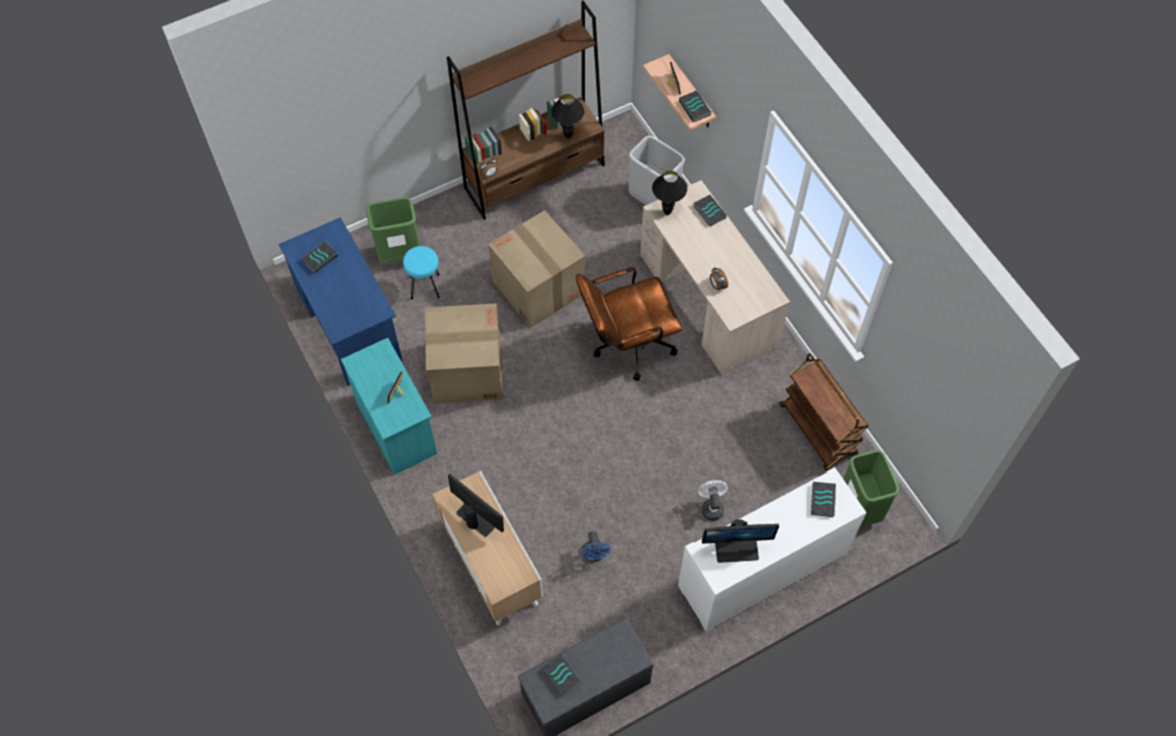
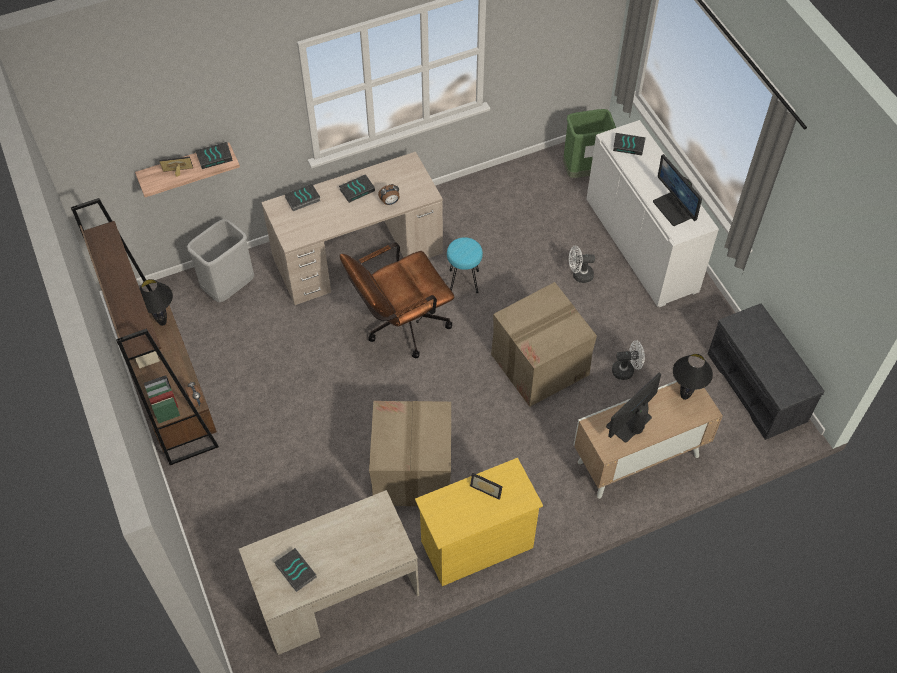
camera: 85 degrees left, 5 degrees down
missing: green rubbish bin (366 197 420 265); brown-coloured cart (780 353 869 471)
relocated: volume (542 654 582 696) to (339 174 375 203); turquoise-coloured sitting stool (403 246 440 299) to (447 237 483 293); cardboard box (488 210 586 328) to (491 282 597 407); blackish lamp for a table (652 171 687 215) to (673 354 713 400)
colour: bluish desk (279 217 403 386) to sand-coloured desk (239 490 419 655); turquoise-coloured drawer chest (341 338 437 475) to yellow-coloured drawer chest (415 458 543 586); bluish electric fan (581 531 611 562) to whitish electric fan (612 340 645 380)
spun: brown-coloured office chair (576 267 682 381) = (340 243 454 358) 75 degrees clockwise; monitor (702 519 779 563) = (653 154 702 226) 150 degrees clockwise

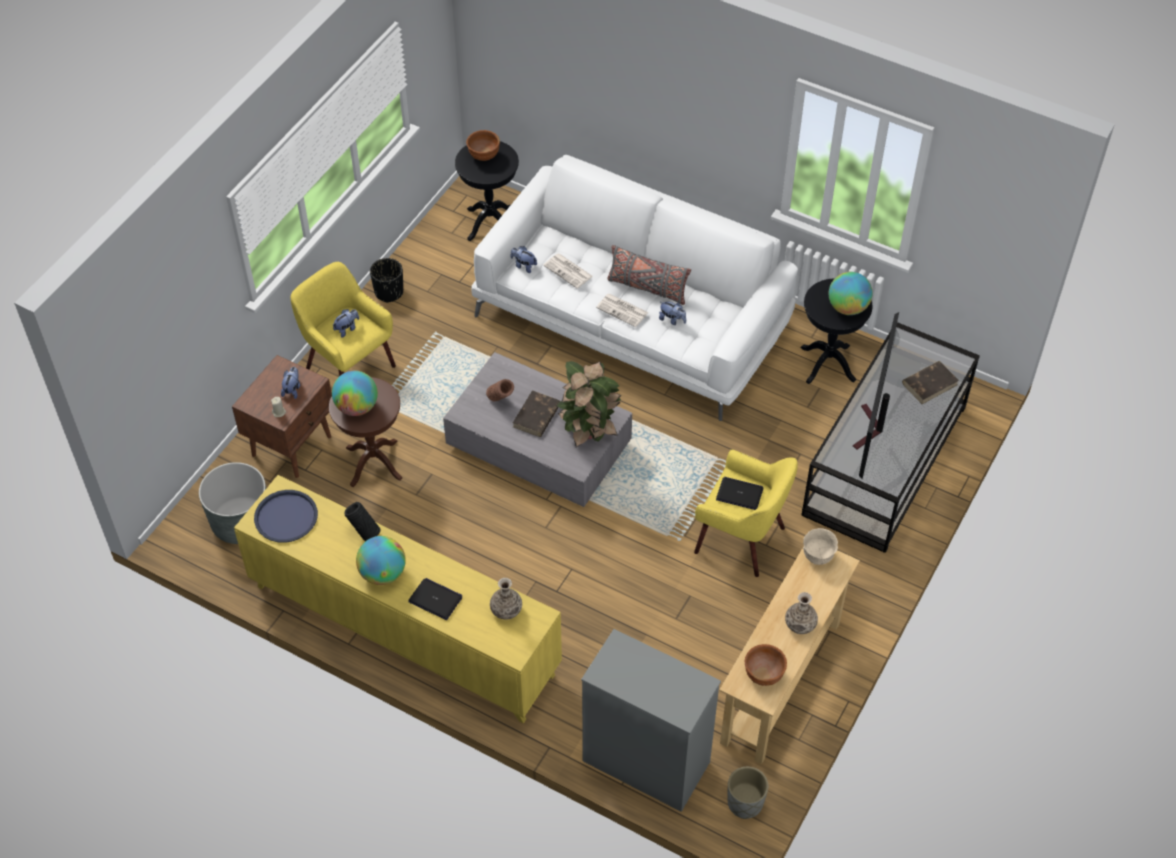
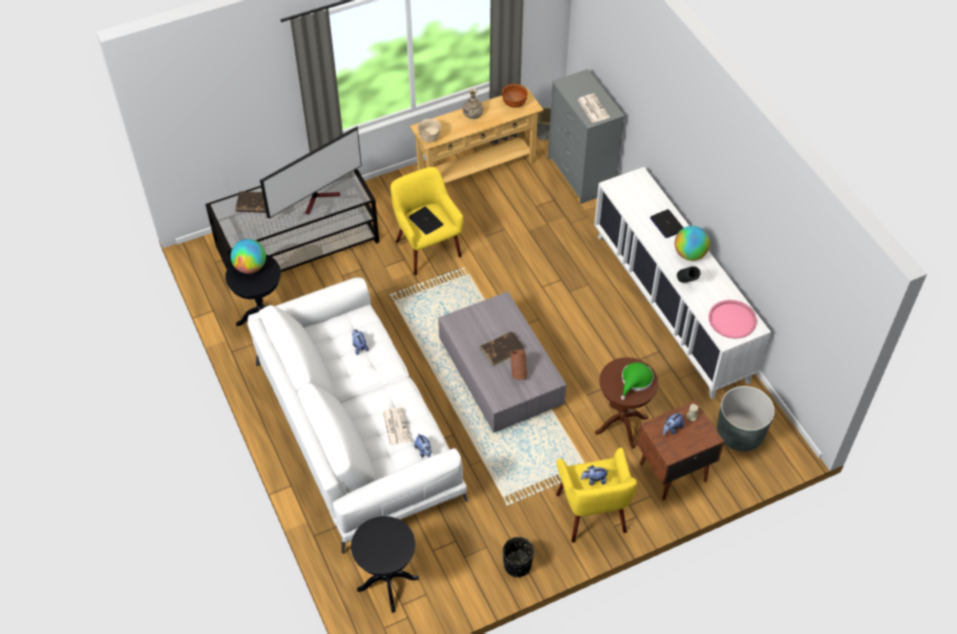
camera: 145 degrees left, 0 degrees up
missing: brown-coloured bowl (466 130 500 161); flower vase (490 578 522 620); potted plant (557 361 622 447); grey cushion (608 245 691 305)
relocated: printed paper (596 293 648 327) to (578 94 610 123)
exchanged: world globe (332 371 378 416) to green clothing hat (621 362 654 400)
colour: yellow-coloured cabinet (234 475 562 723) to whitish cabinet (594 167 771 399); bluish serving tray (254 490 318 543) to pinkish serving tray (708 300 757 339)

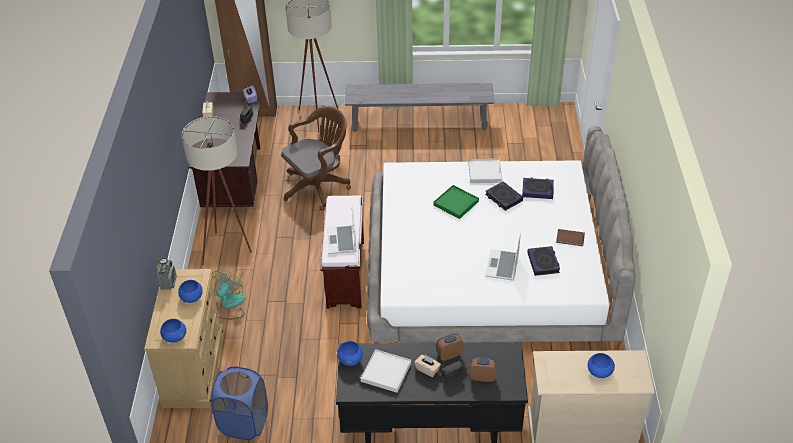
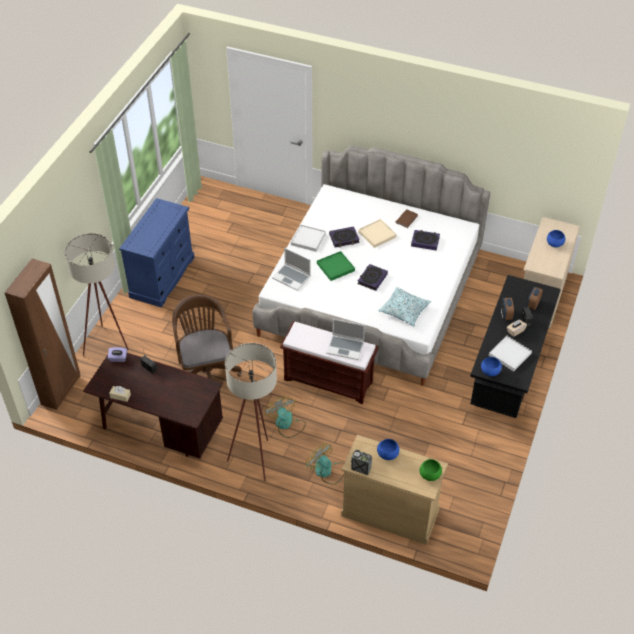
camera: 70 degrees left, 5 degrees up
missing: bluish washing basket (211 366 268 440)
appeared: electric fan (265 396 306 438); sand-coloured serving tray (359 219 397 248); cushion (378 287 431 326)
relocated: portable computer (485 233 521 281) to (272 248 311 291); volume (522 178 554 199) to (357 264 388 291)
exchanged: grey long seat (345 83 494 132) to bluish drawer chest (119 198 195 308)
colour: bluish bowl (160 319 186 343) to green bowl (420 459 442 481)

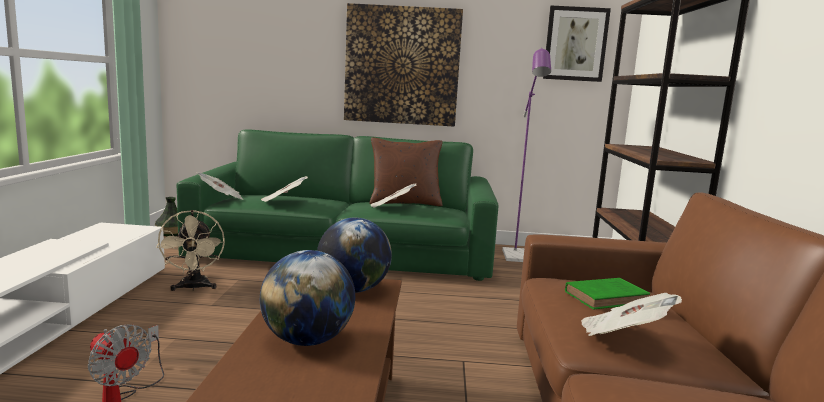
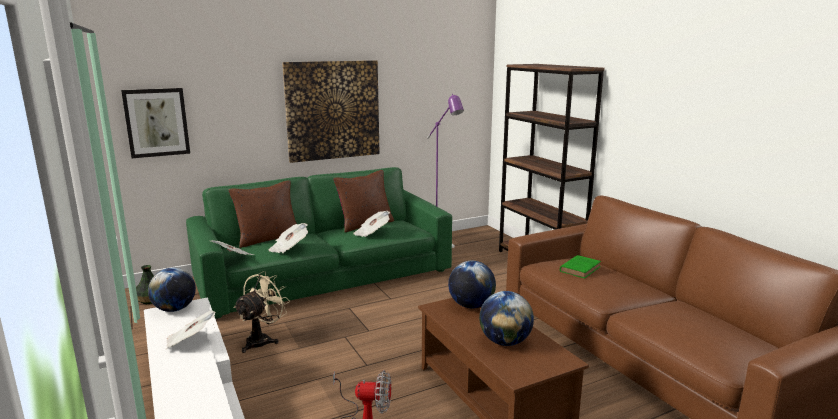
camera: 30 degrees left, 5 degrees up
appeared: world globe (148 268 196 312); brown-coloured cushion (229 180 297 248)
relocated: wall art (543 6 611 82) to (121 88 190 158); printed paper (581 293 682 336) to (166 309 215 349)
spun: sand-coloured electric fan (156 210 225 291) = (233 271 290 353) 105 degrees counterclockwise

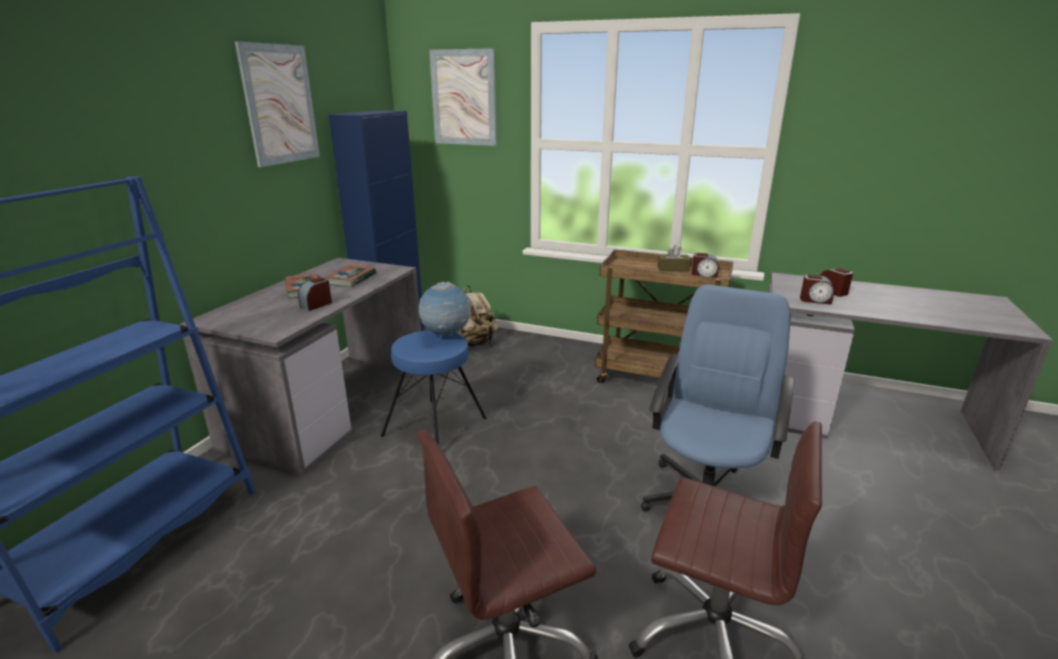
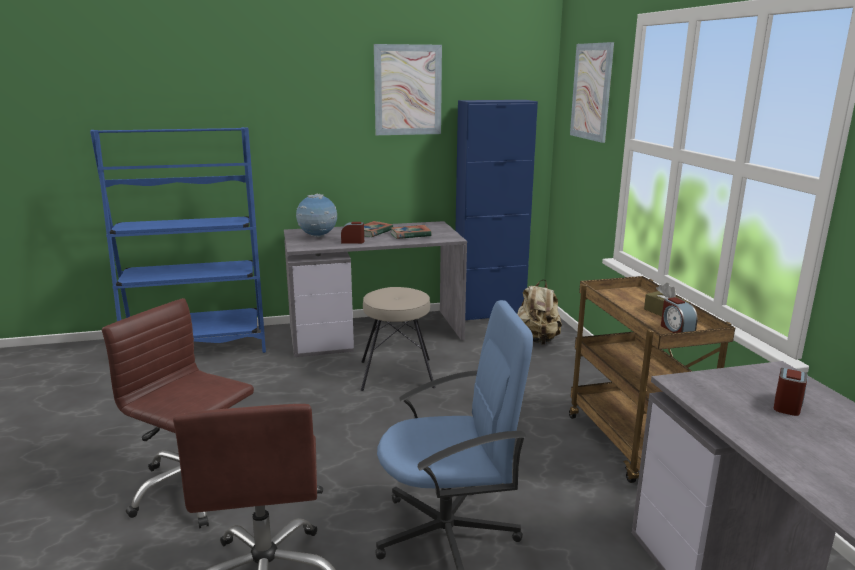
camera: 55 degrees right, 5 degrees down
missing: alarm clock (800 275 834 305)
relocated: world globe (419 282 471 336) to (296 194 337 238)
colour: bluish sitting stool (381 330 487 445) to sand-coloured sitting stool (361 287 435 391)

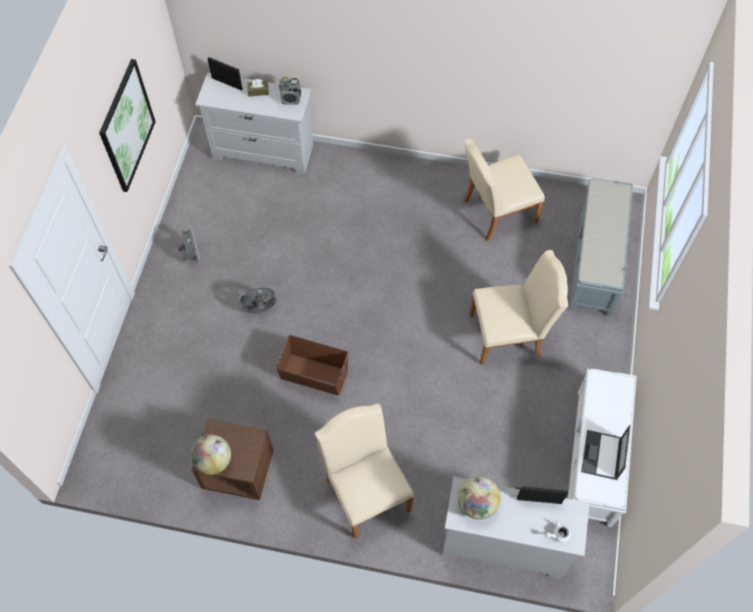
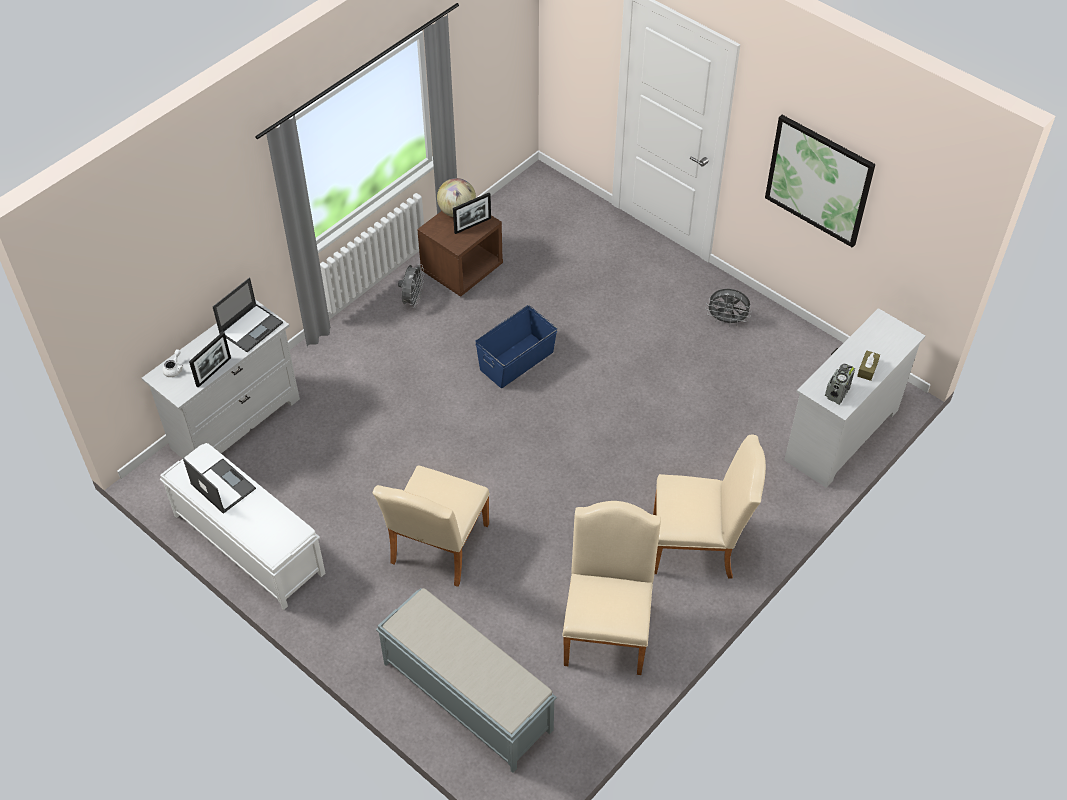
camera: 120 degrees right, 10 degrees down
relocated: grey electric fan (239 285 277 313) to (398 264 424 308); photo frame (207 57 243 91) to (453 193 491 234); sand-coloured upright chair (315 403 414 539) to (653 435 766 579)
exchanged: world globe (458 476 501 520) to portable computer (213 277 283 352)
colour: brown-coloured storage box (276 335 349 395) to bluish storage box (475 305 558 388)

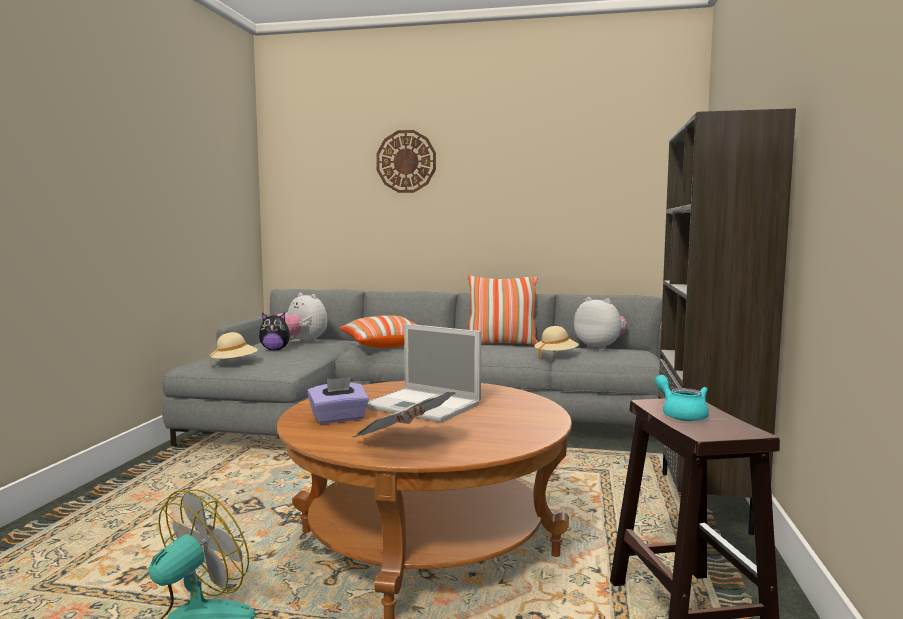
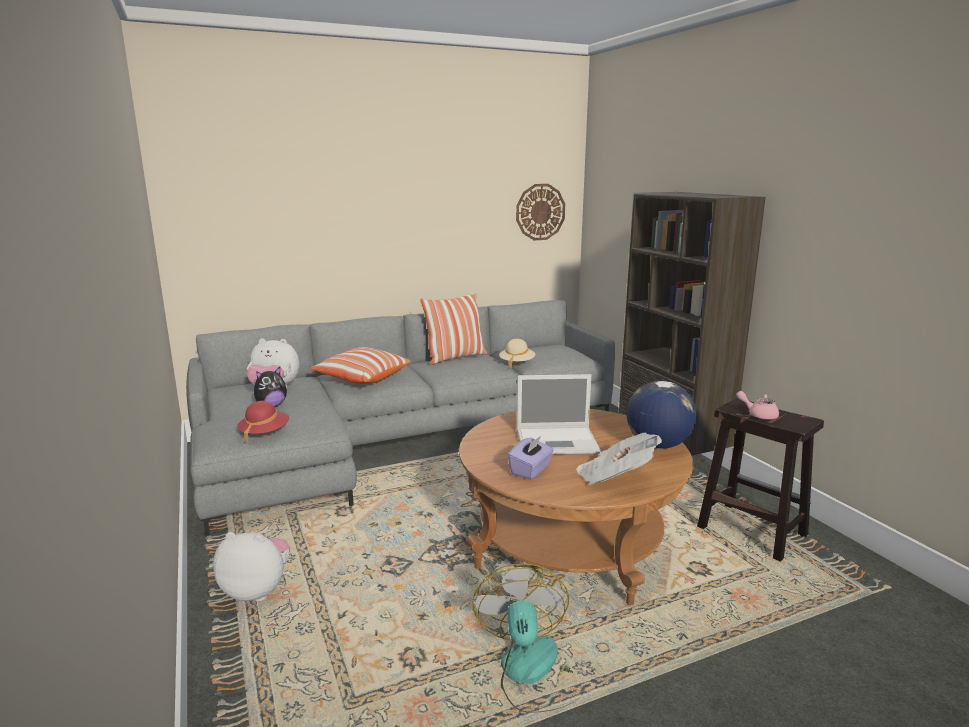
camera: 35 degrees left, 10 degrees up
appeared: world globe (627 381 697 449)
relocated: soft toy (574 297 627 351) to (213 532 290 601); hanging clock (376 130 436 193) to (516 184 565 240)
colour: sand-coloured clothing hat (210 332 258 365) to red-coloured clothing hat (237 401 289 443); turquoise-coloured tea pot (655 375 709 421) to pinkish tea pot (736 391 779 420)

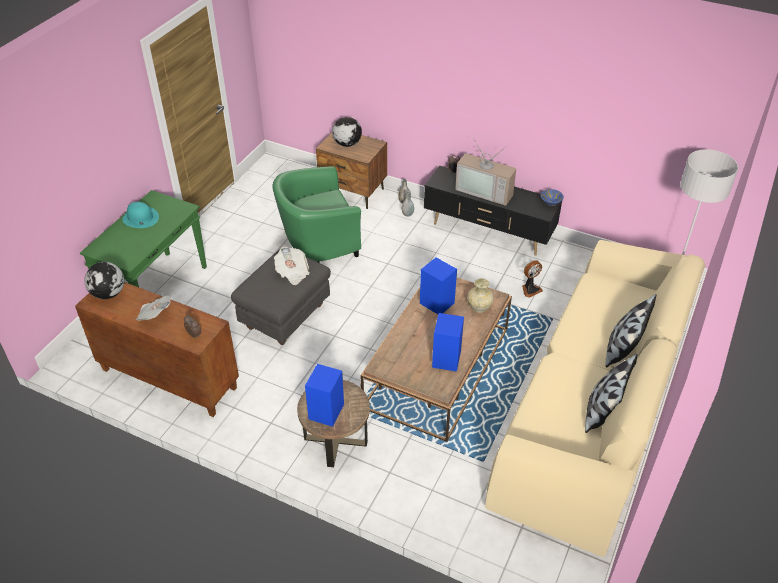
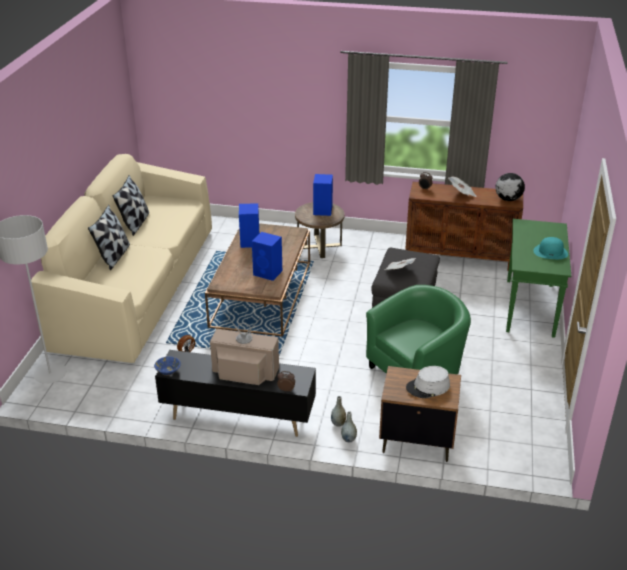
camera: 165 degrees right, 10 degrees down
missing: sand-coloured flower vase (467 279 494 313)
exchanged: world globe (332 117 362 147) to grey clothing hat (406 366 450 398)

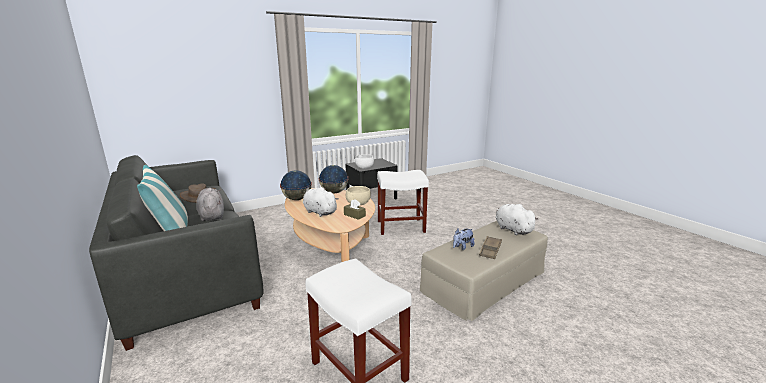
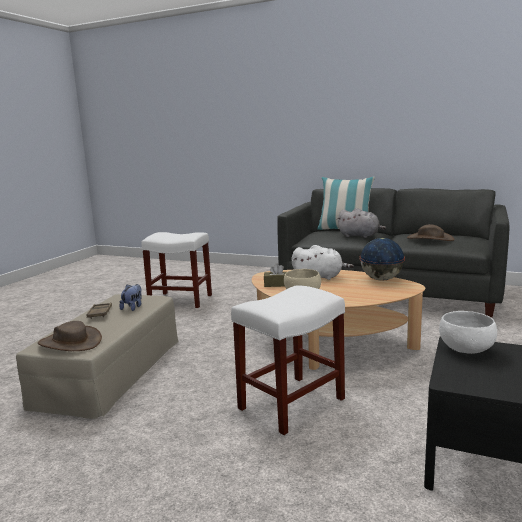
camera: 145 degrees right, 5 degrees down
missing: world globe (319 165 348 194)
exchanged: whitish soft toy (495 204 538 235) to brown-coloured clothing hat (38 321 102 351)

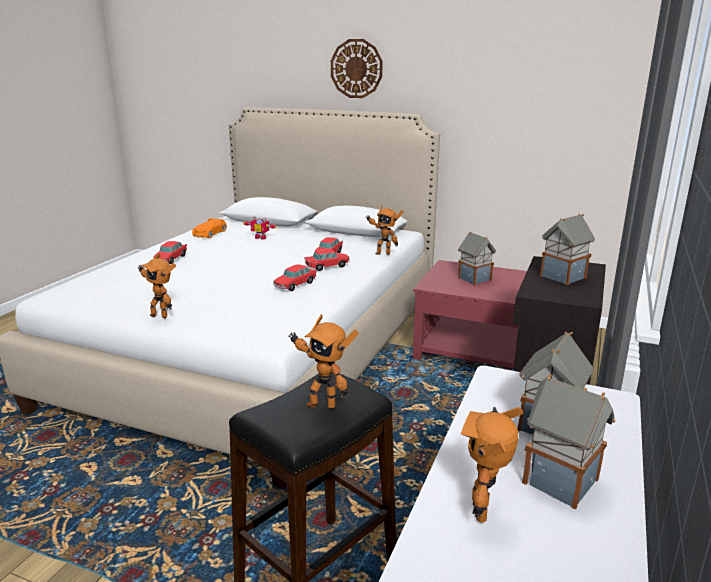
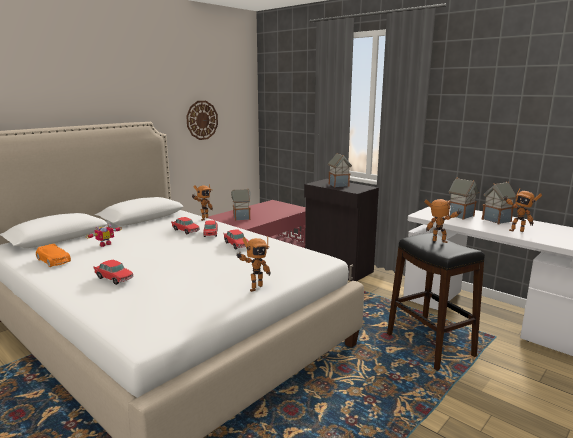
camera: 70 degrees left, 5 degrees down
relocated: hanging clock (331 39 382 98) to (186 101 218 140)
spun: model robot (288 314 359 409) = (424 199 463 243) 105 degrees counterclockwise

